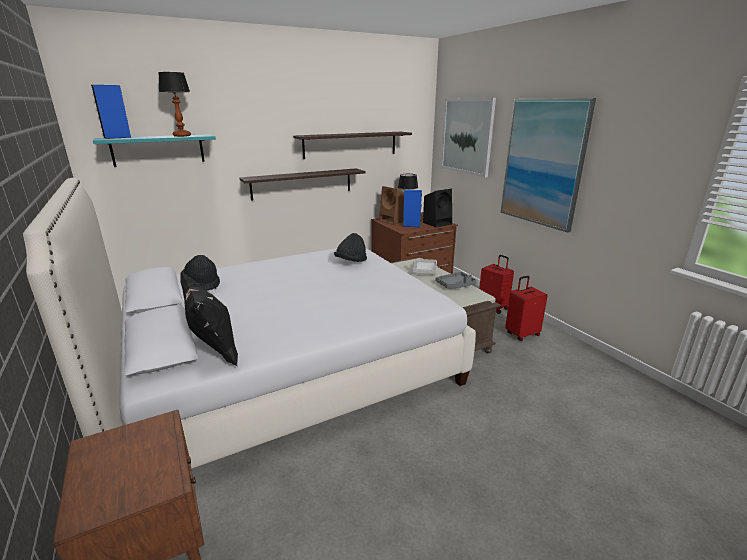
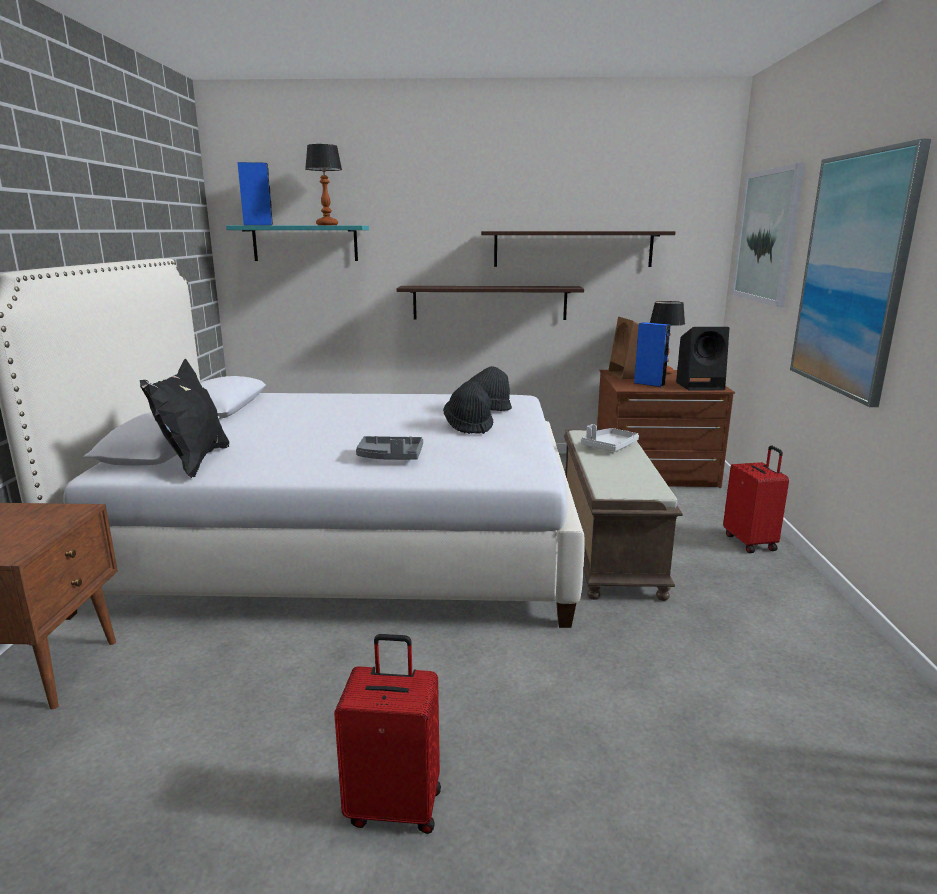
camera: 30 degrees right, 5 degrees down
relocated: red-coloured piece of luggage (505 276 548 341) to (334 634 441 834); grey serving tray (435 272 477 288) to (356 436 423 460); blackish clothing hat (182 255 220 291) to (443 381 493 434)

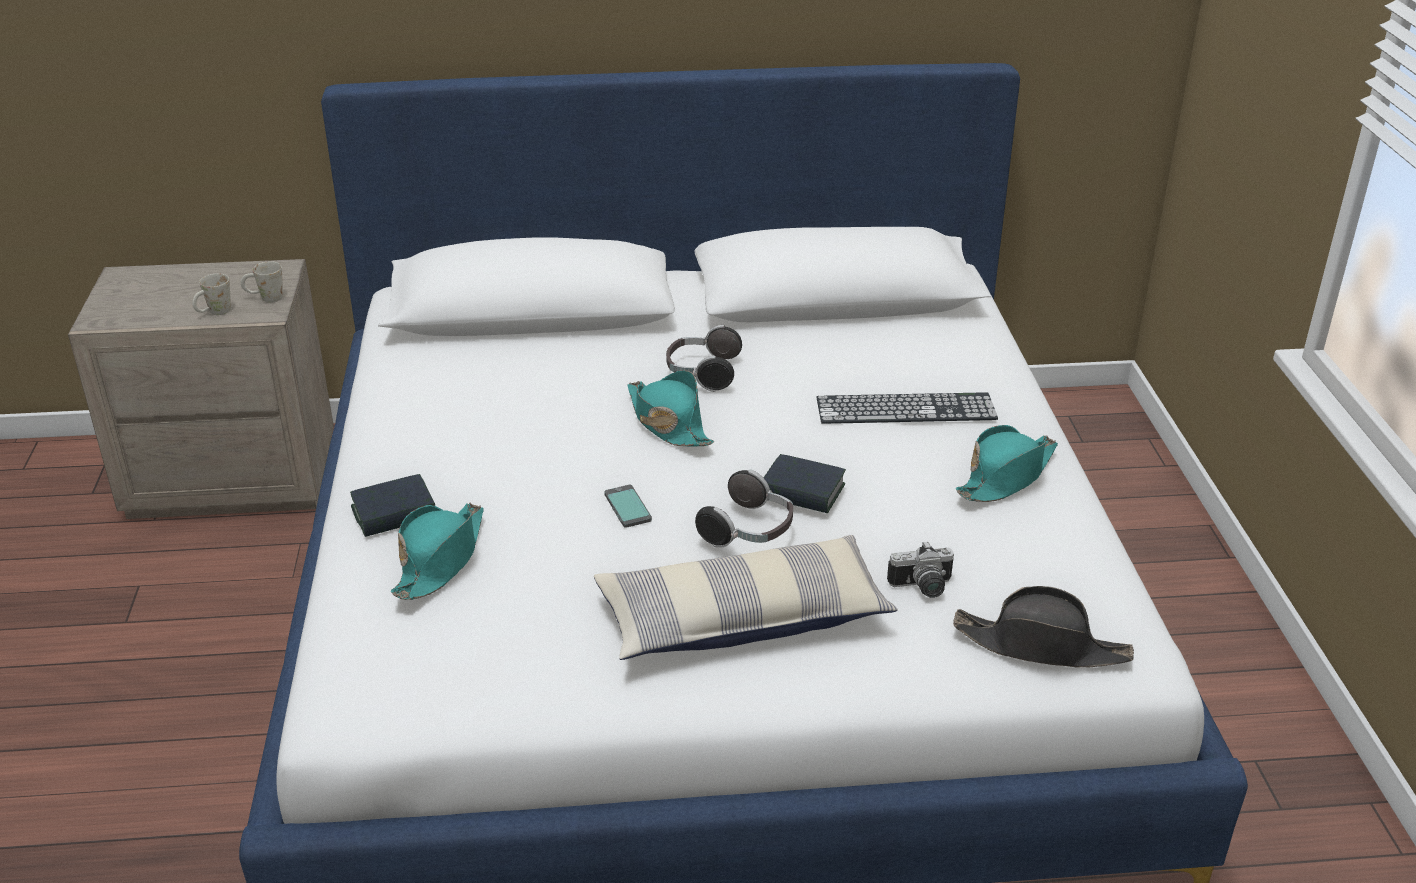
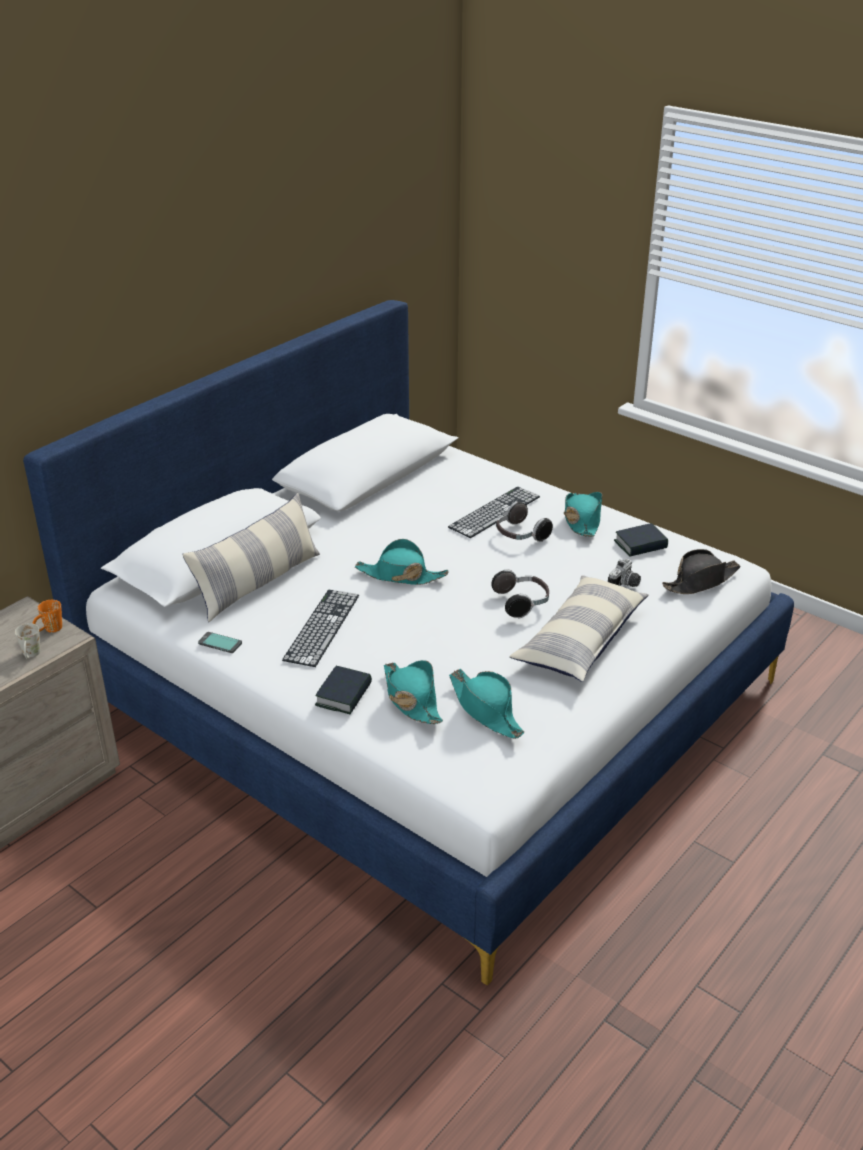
camera: 45 degrees left, 0 degrees up
appeared: cushion (182 493 320 622); keyboard (282 590 359 667); turquoise-coloured clothing hat (449 669 524 739)
relocated: telephone (604 485 652 528) to (198 632 242 653); pair of headphones (666 325 742 392) to (496 501 553 542); volume (763 454 846 513) to (614 523 668 557)
colour: whitish tea mug (240 261 283 303) to orange-coloured tea mug (32 600 62 633)

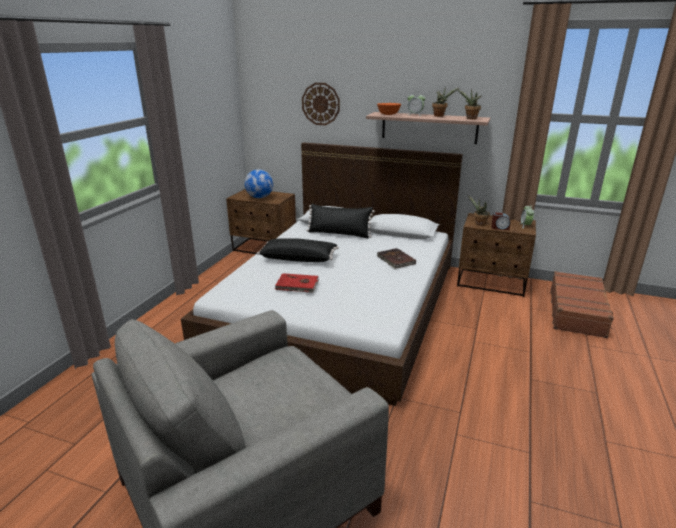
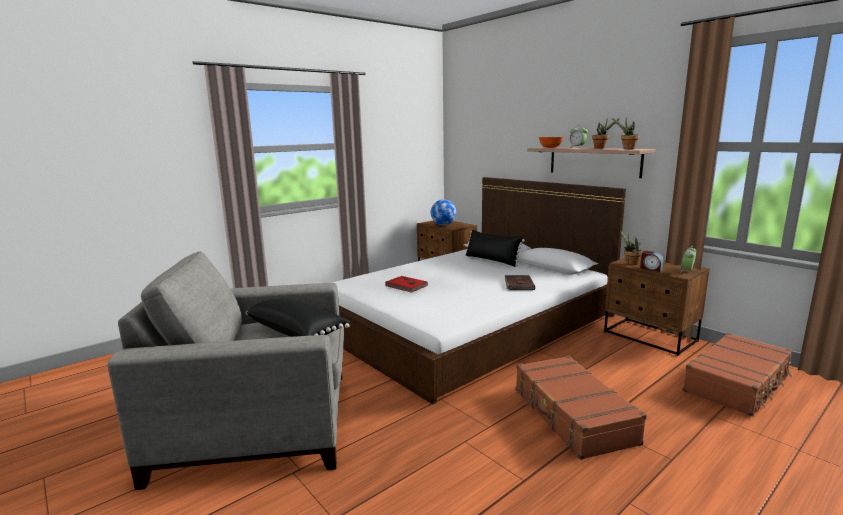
camera: 30 degrees right, 10 degrees down
missing: hanging clock (302 83 340 125)
appeared: brown-coloured piece of luggage (516 356 647 460)
relocated: blackish cushion (257 238 339 262) to (246 298 351 337)

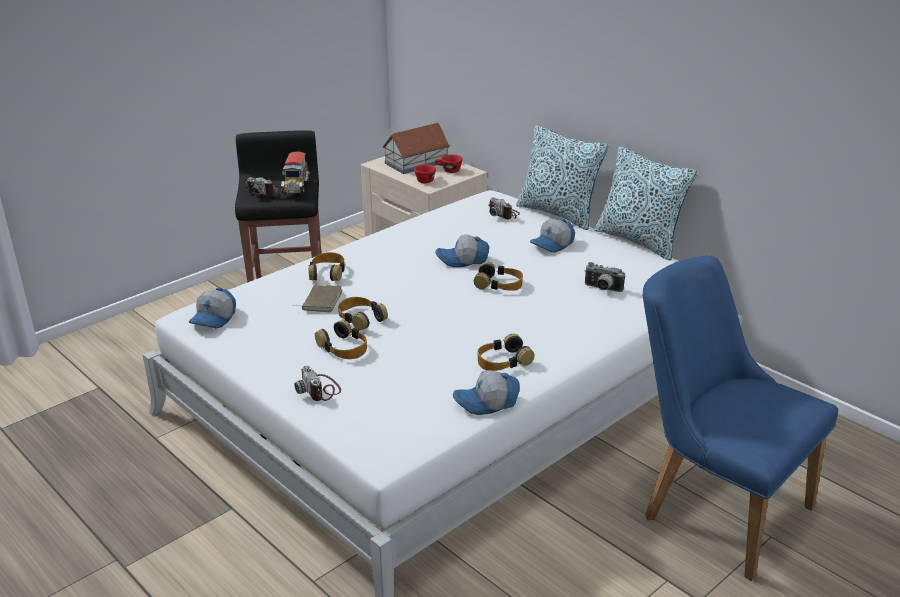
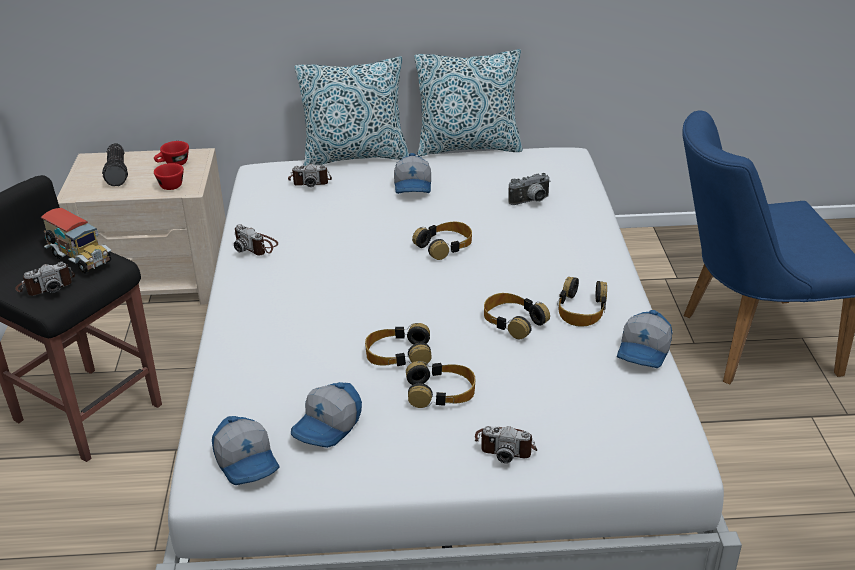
camera: 50 degrees left, 5 degrees up
missing: brown-coloured volume (293 285 342 312)
appeared: photo camera (234 224 278 255)
relocated: cap (435 234 489 267) to (291 382 362 448); pair of headphones (308 252 345 281) to (484 293 550 339)
exchanged: miniature house (382 123 450 174) to hand torch (102 143 128 186)

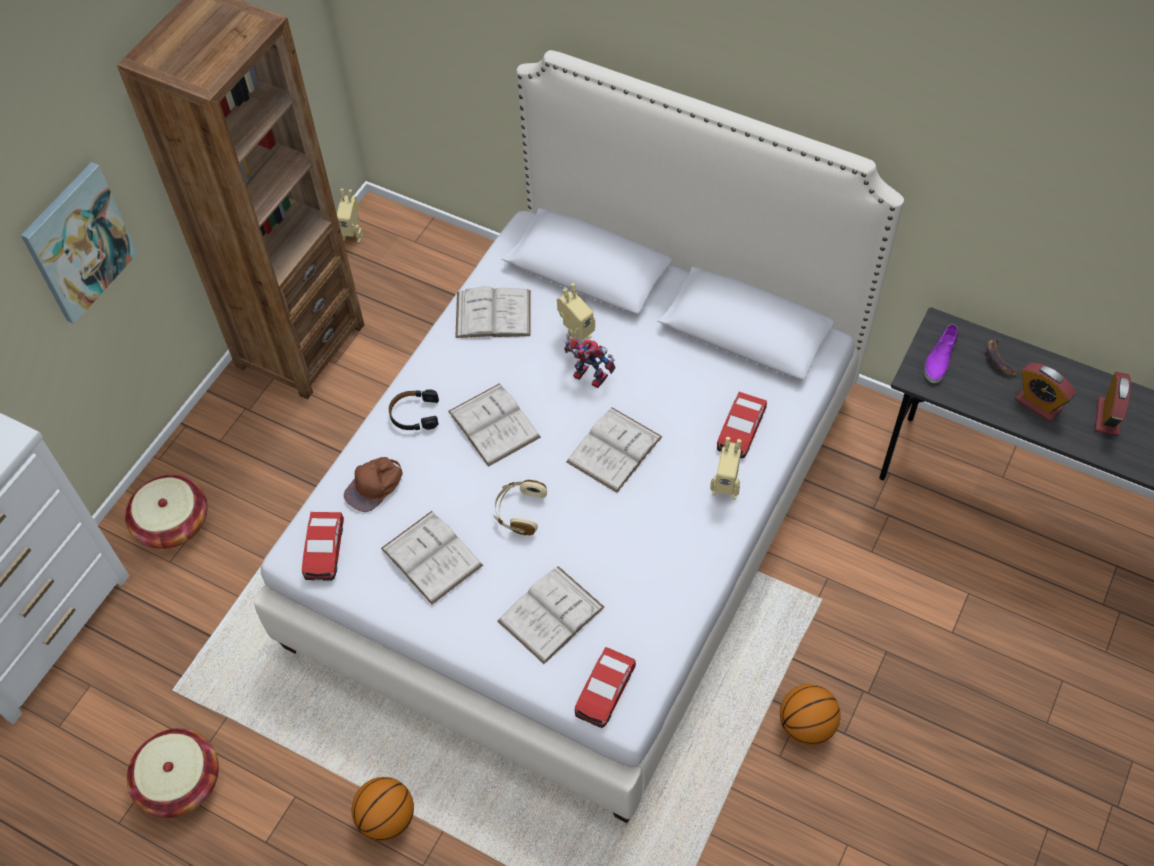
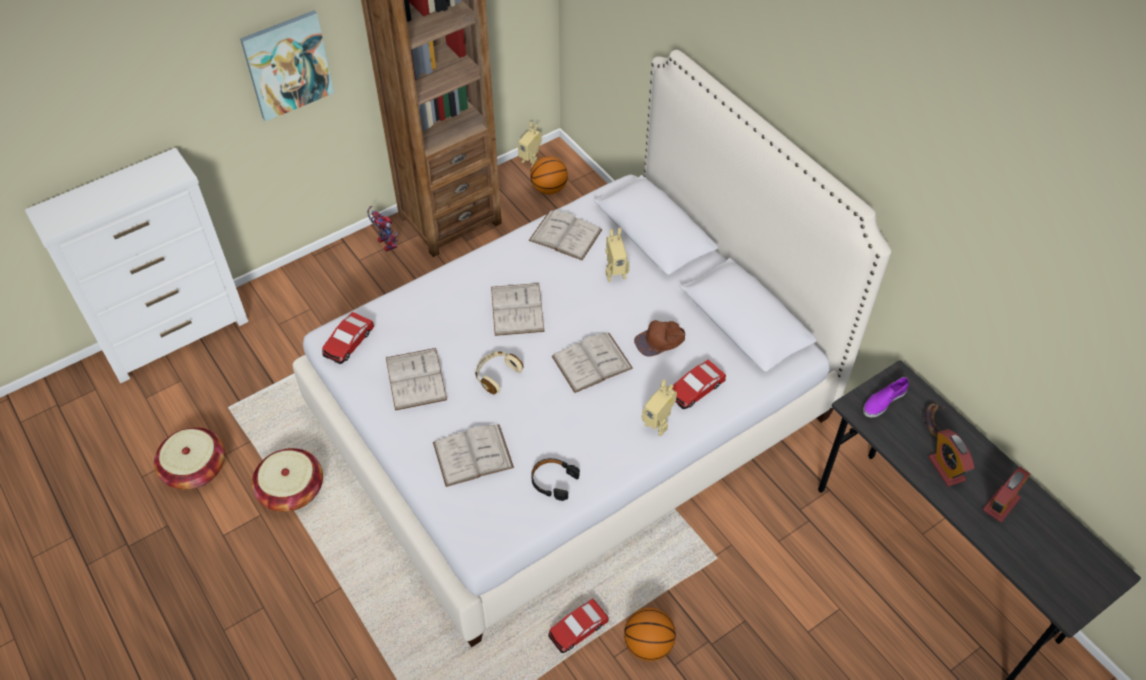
camera: 25 degrees right, 5 degrees down
relocated: household basket (125 475 208 549) to (252 448 323 512); model robot (564 333 616 388) to (367 206 398 252); basketball (351 777 414 841) to (530 156 568 194); blackish pair of headphones (389 389 439 430) to (531 458 580 501); toy car (575 647 636 728) to (548 599 609 653); brown-coloured cap (344 457 403 512) to (634 320 685 357)

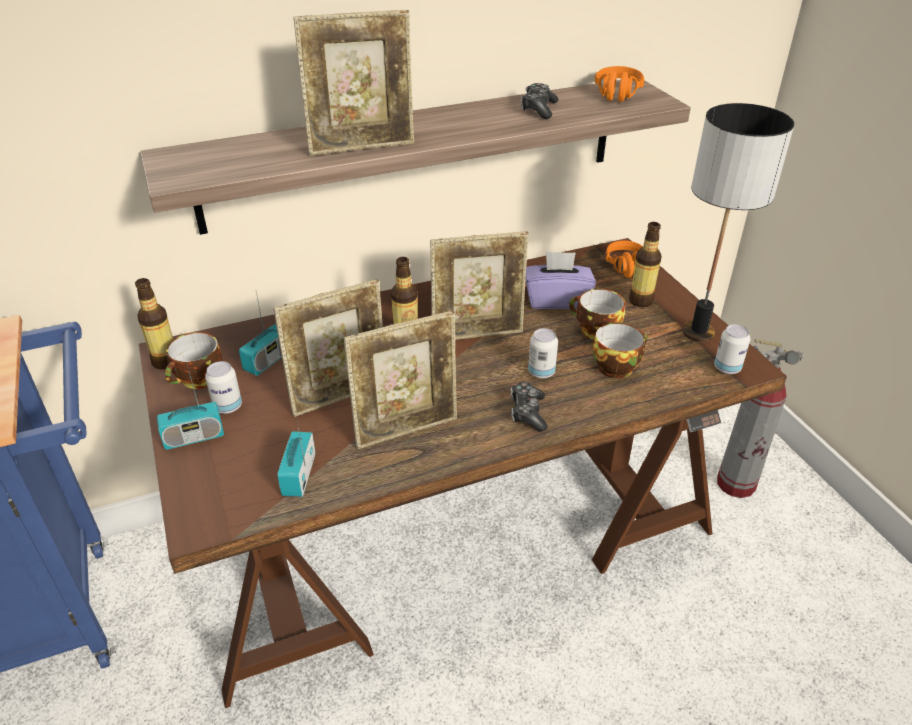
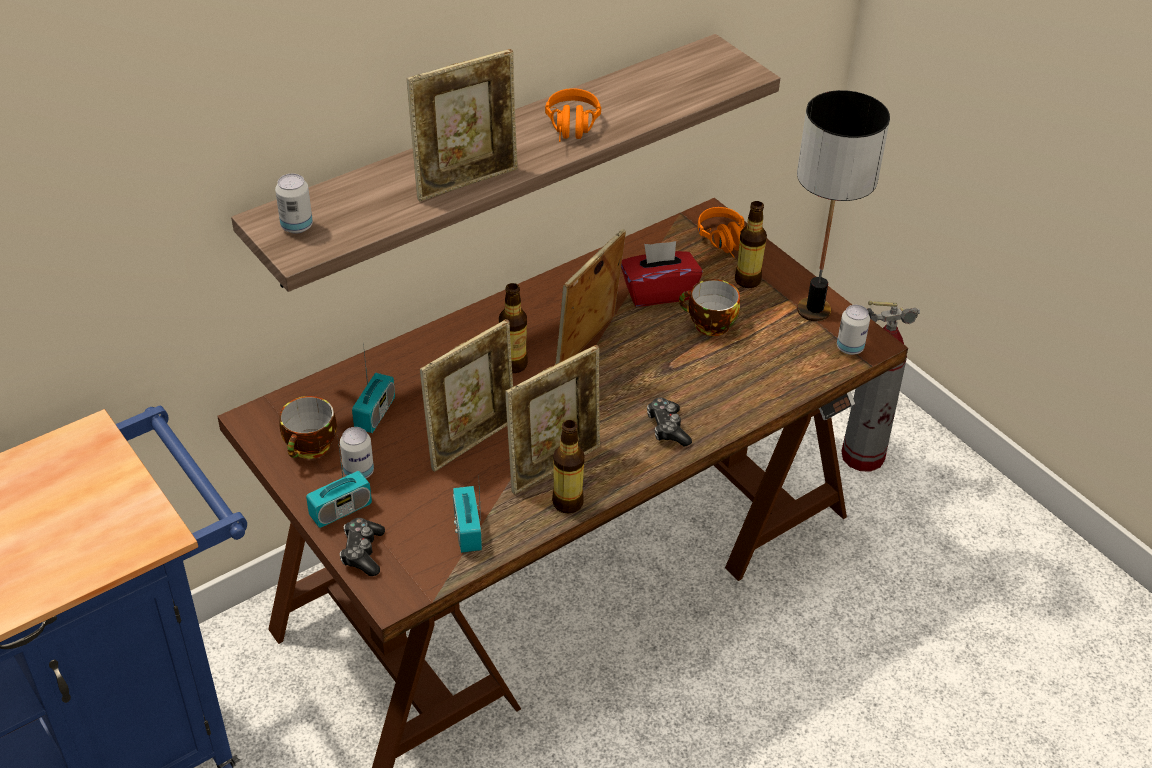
camera: 15 degrees left, 5 degrees up
missing: cup (593 323 647 379)
relocated: sealed can (528 328 558 379) to (275 174 313 234); joypad (521 83 559 119) to (339 518 385 576); orange-coloured pair of headphones (595 66 644 102) to (545 88 601 142); beverage bottle (135 278 173 369) to (552 420 585 514)
colour: purple tissue holder (526 251 596 309) to red-coloured tissue holder (621 241 702 307)
spun: photo frame (430 232 529 340) = (555 229 626 364) 150 degrees clockwise

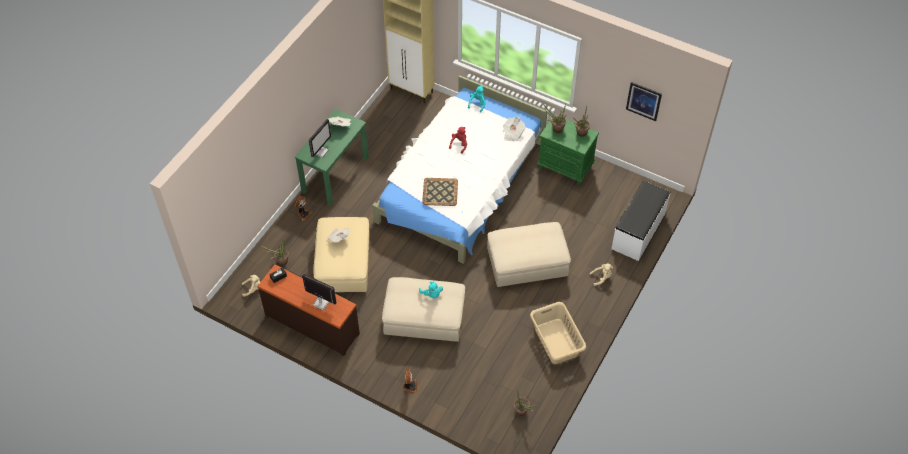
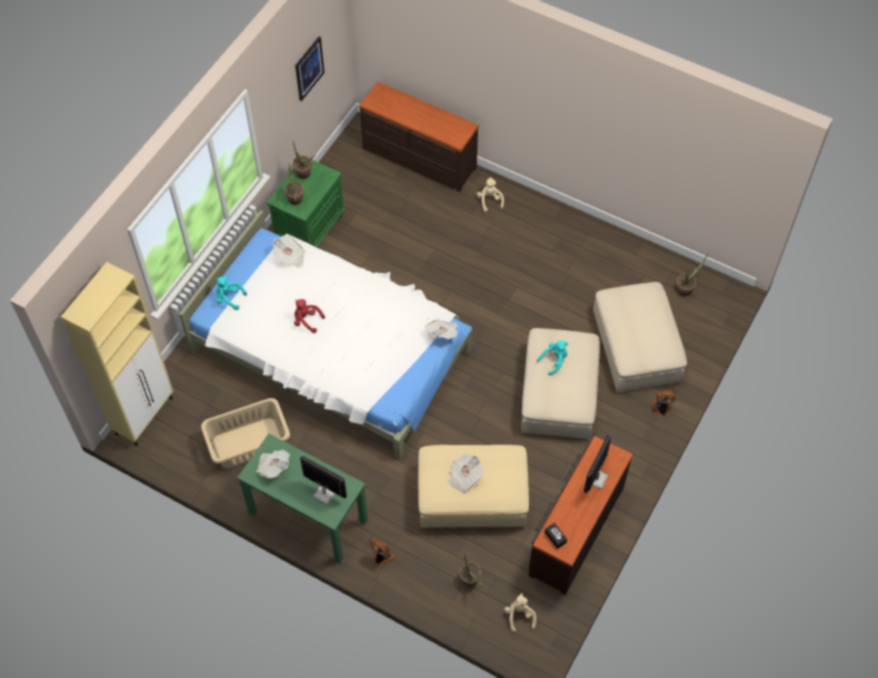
camera: 90 degrees left, 5 degrees up
missing: serving tray (422 178 458 206)
appeared: printed paper (425 319 458 339)
relocated: sand-coloured washing basket (530 302 586 364) to (201 398 290 468); sand-coloured pouffe (487 222 571 287) to (593 282 687 392)
exchanged: whitish long seat (611 181 670 261) to brown-coloured drawer chest (359 82 479 192)

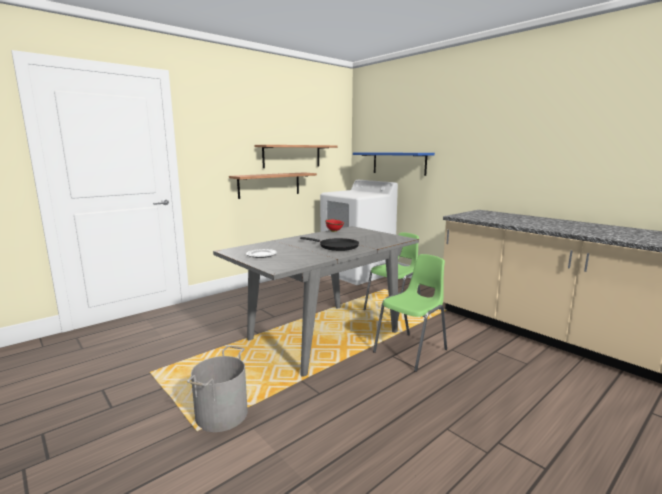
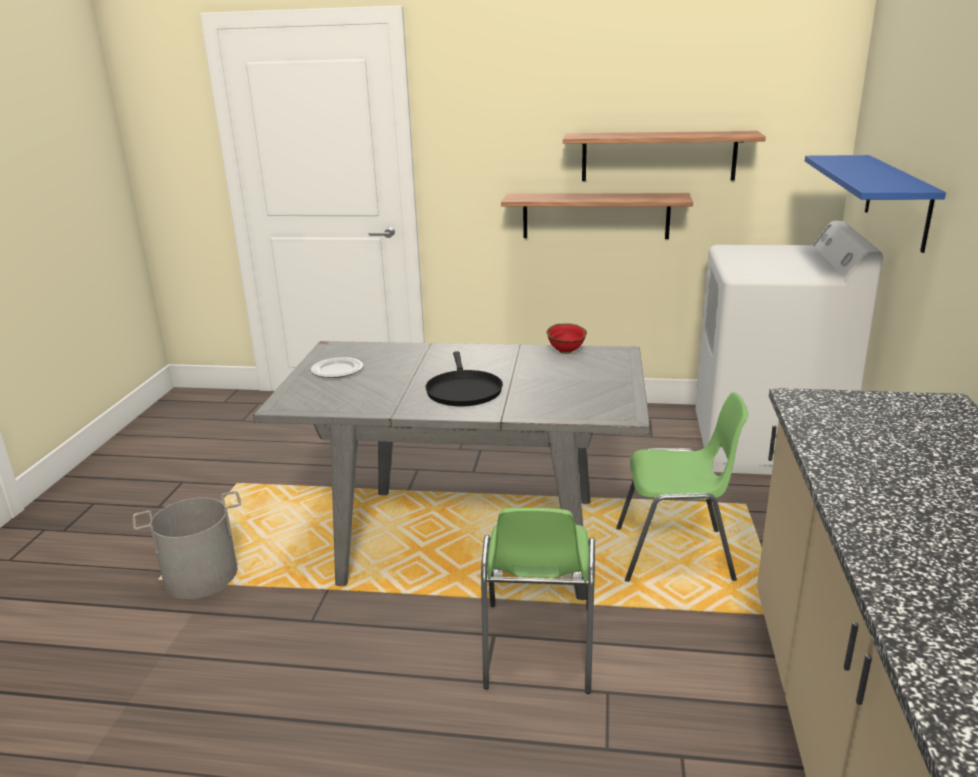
camera: 50 degrees right, 10 degrees up
spun: green upright chair (373 254 447 372) = (481 508 595 694) 90 degrees clockwise

